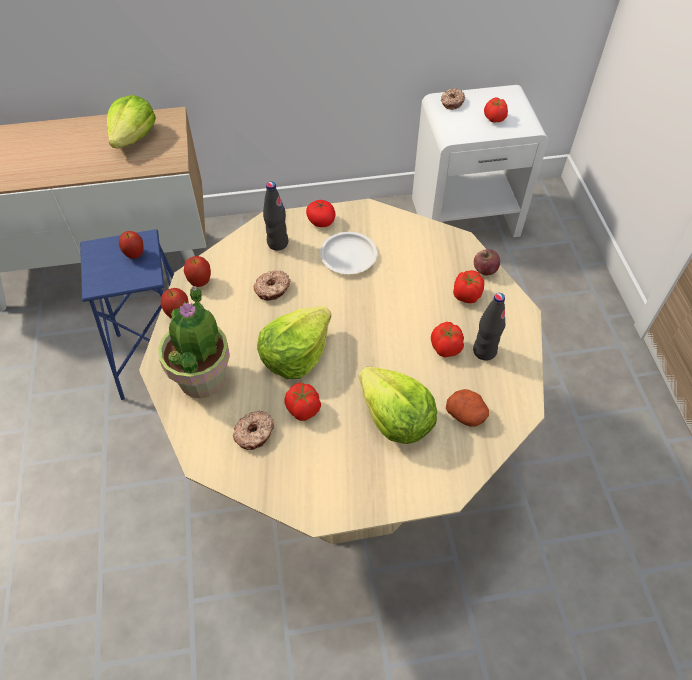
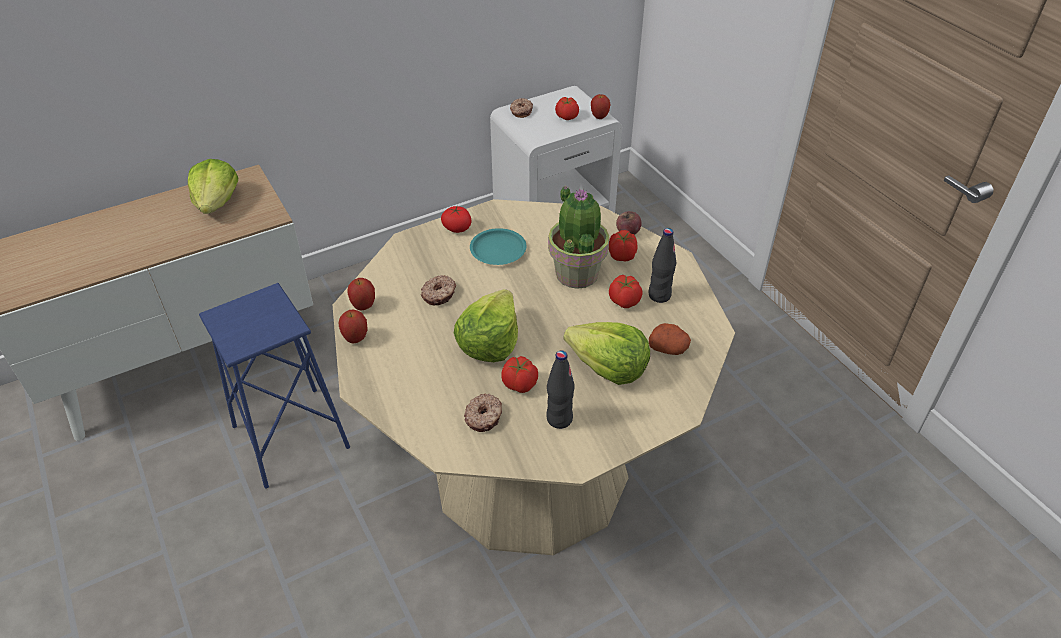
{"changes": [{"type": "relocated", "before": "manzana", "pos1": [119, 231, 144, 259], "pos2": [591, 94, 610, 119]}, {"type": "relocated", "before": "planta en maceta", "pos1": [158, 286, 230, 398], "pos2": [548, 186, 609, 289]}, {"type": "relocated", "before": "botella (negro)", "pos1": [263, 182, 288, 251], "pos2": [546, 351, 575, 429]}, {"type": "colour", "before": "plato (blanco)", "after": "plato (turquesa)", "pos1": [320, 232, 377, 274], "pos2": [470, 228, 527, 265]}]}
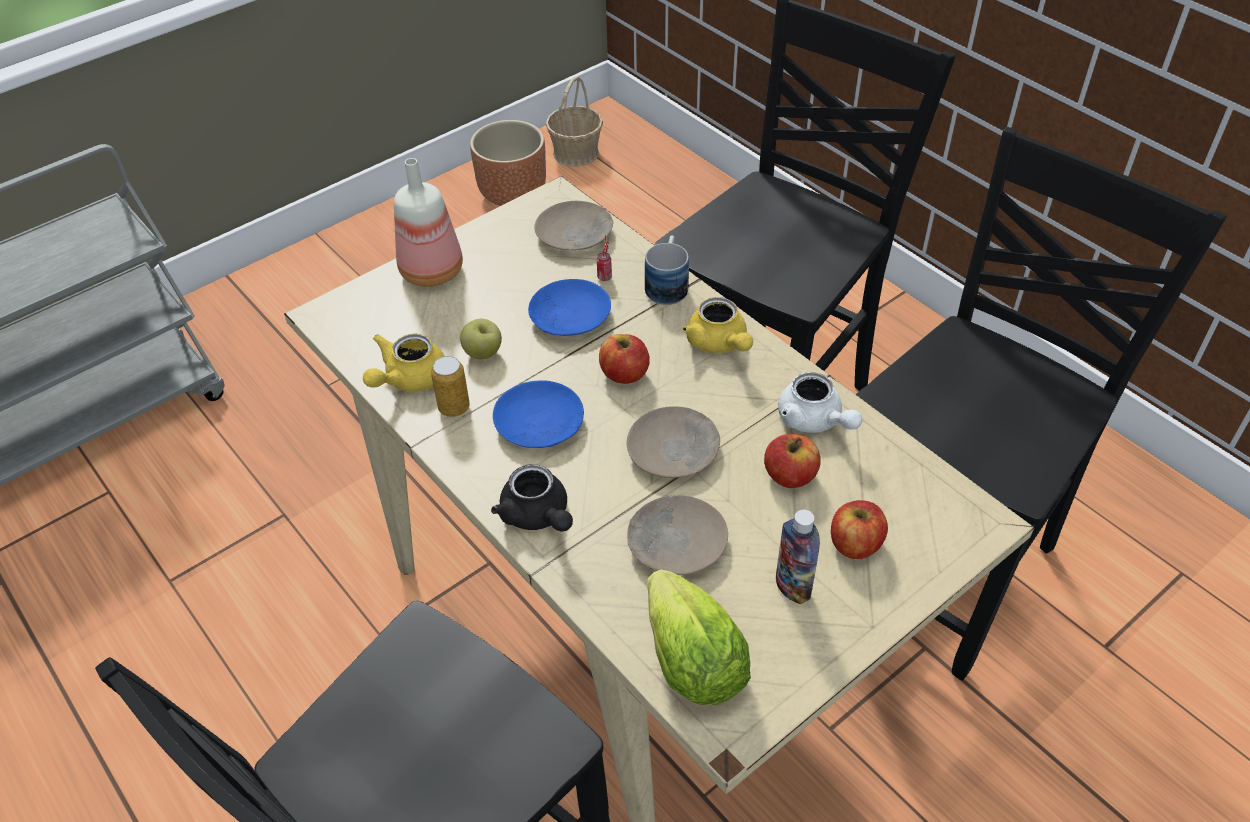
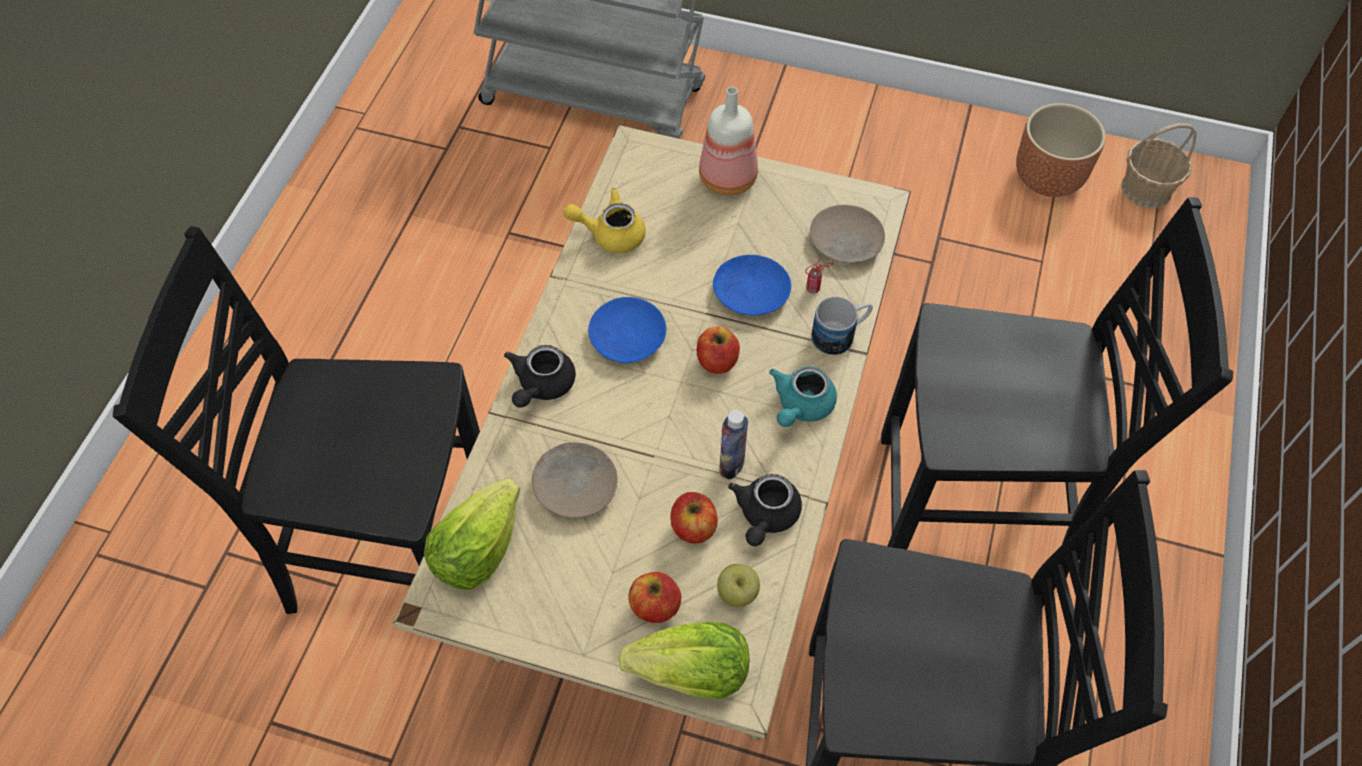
{"changes": [{"type": "missing", "before": "lata", "pos1": [431, 356, 470, 417]}, {"type": "relocated", "before": "manzana", "pos1": [460, 319, 502, 360], "pos2": [717, 564, 760, 607]}, {"type": "missing", "before": "plato (beis)", "pos1": [627, 406, 720, 478]}, {"type": "colour", "before": "tetera (amarillo)", "after": "tetera (turquesa)", "pos1": [682, 297, 753, 353], "pos2": [769, 366, 837, 427]}, {"type": "relocated", "before": "botella", "pos1": [776, 510, 820, 604], "pos2": [719, 410, 748, 480]}, {"type": "colour", "before": "tetera (blanco)", "after": "tetera (negro)", "pos1": [778, 372, 862, 433], "pos2": [728, 474, 802, 546]}, {"type": "appeared", "after": "lechuga", "pos2": [618, 622, 749, 699]}]}
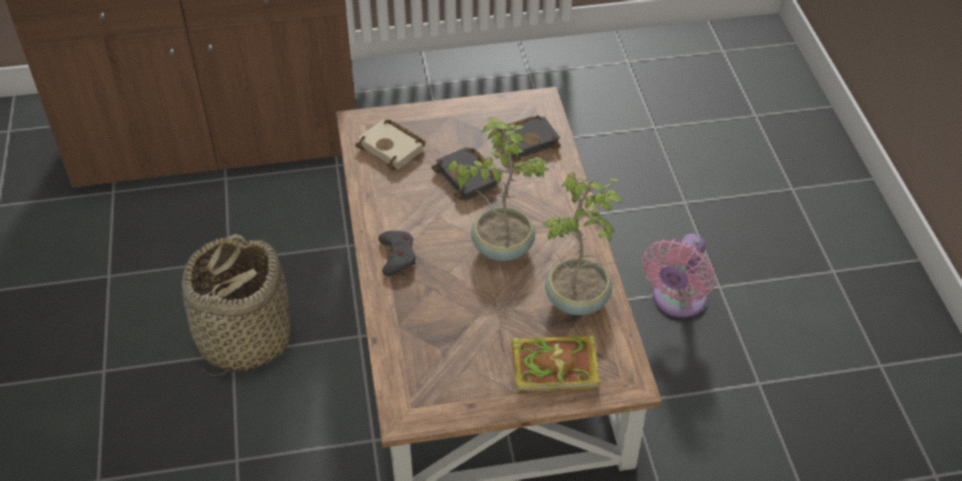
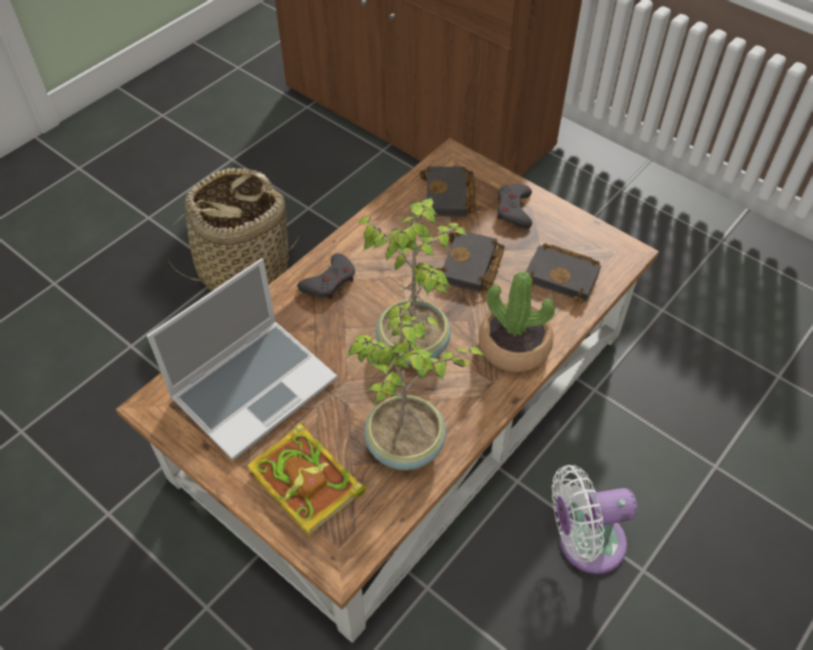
{"changes": [{"type": "colour", "before": "libro (beis)", "after": "libro (negro)", "pos1": [355, 120, 425, 169], "pos2": [420, 166, 476, 217]}, {"type": "colour", "before": "ventilador (rosa)", "after": "ventilador (blanco)", "pos1": [642, 233, 715, 318], "pos2": [552, 465, 637, 574]}, {"type": "appeared", "after": "portátil", "pos2": [147, 258, 337, 460]}, {"type": "appeared", "after": "planta en maceta", "pos2": [478, 272, 555, 372]}, {"type": "appeared", "after": "mando de consola (gris)", "pos2": [497, 184, 532, 229]}]}
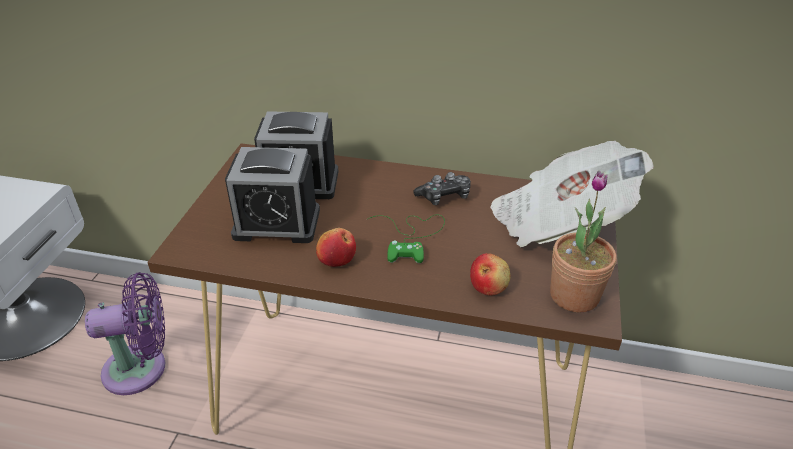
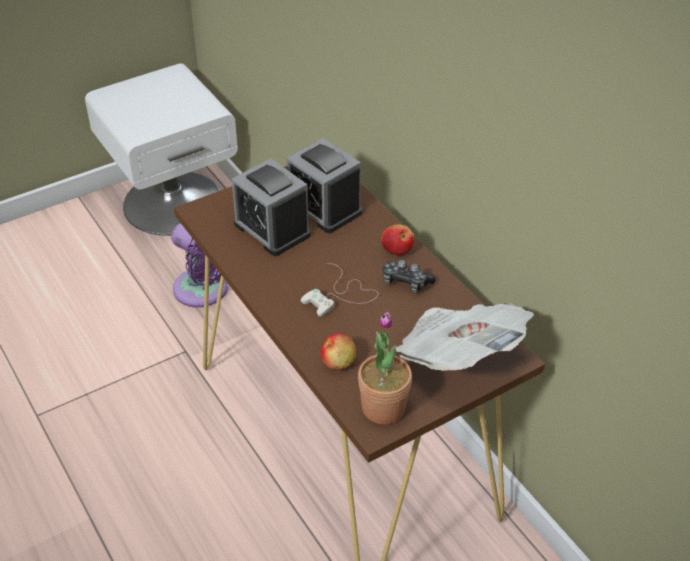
{"changes": [{"type": "relocated", "before": "manzana", "pos1": [316, 228, 356, 267], "pos2": [381, 224, 414, 255]}, {"type": "colour", "before": "mando de consola (verde)", "after": "mando de consola (blanco)", "pos1": [368, 214, 445, 263], "pos2": [301, 263, 378, 317]}]}
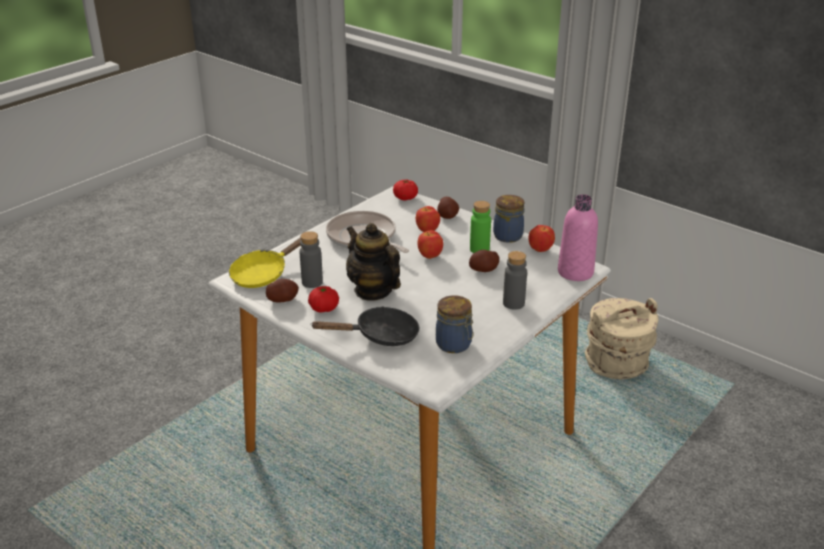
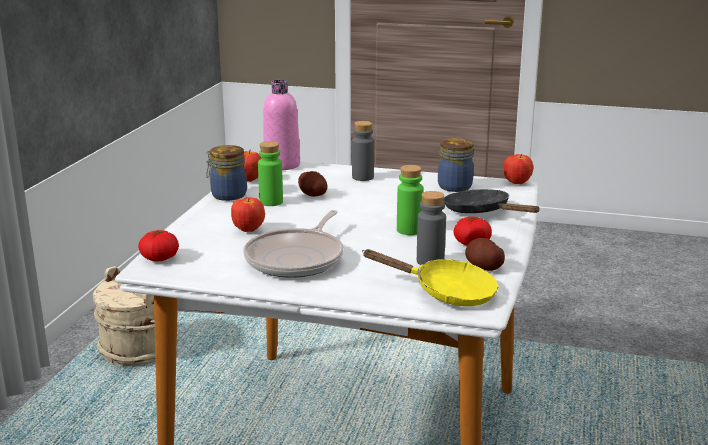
{"changes": [{"type": "exchanged", "before": "tetera", "after": "botella (verde)", "pos1": [346, 223, 401, 301], "pos2": [397, 165, 424, 235]}, {"type": "relocated", "before": "manzana", "pos1": [418, 230, 443, 259], "pos2": [503, 154, 533, 184]}, {"type": "missing", "before": "patata", "pos1": [437, 197, 459, 219]}]}
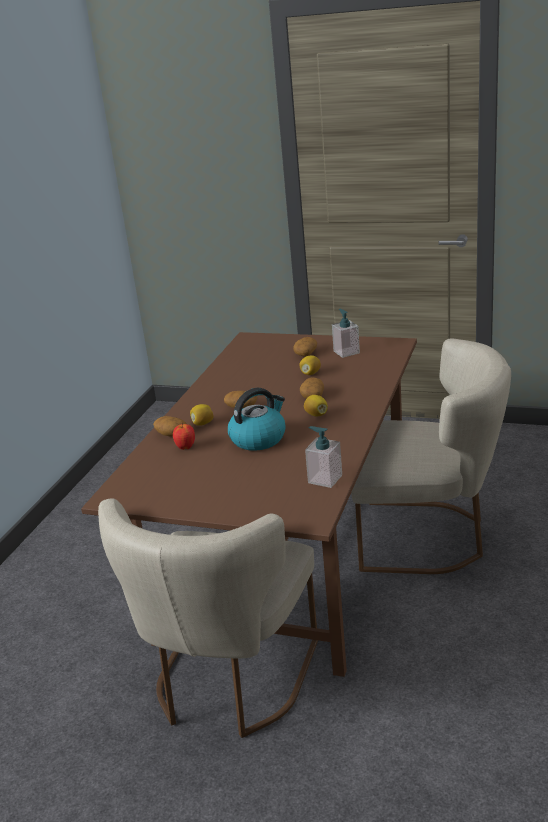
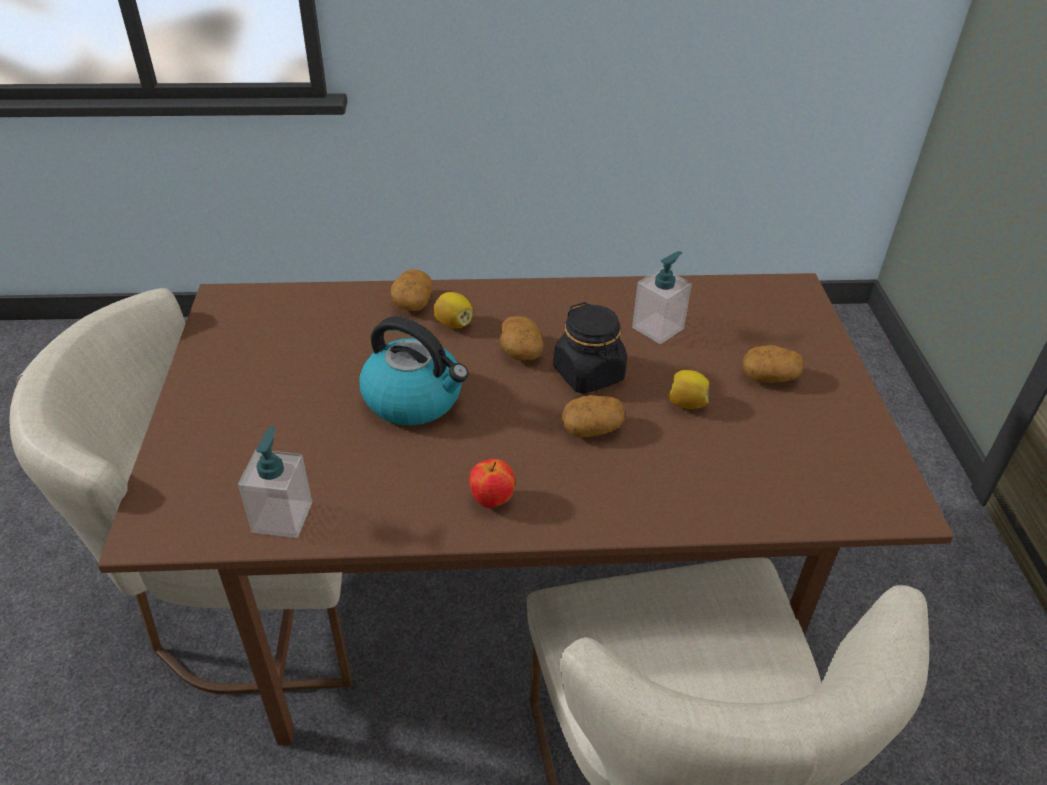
{"changes": [{"type": "relocated", "before": "manzana", "pos1": [173, 424, 195, 450], "pos2": [469, 459, 515, 508]}, {"type": "missing", "before": "limón", "pos1": [304, 395, 328, 416]}, {"type": "relocated", "before": "dispensador de jabón", "pos1": [332, 309, 360, 358], "pos2": [632, 251, 692, 344]}, {"type": "appeared", "after": "tarro (negro)", "pos2": [553, 302, 627, 394]}]}
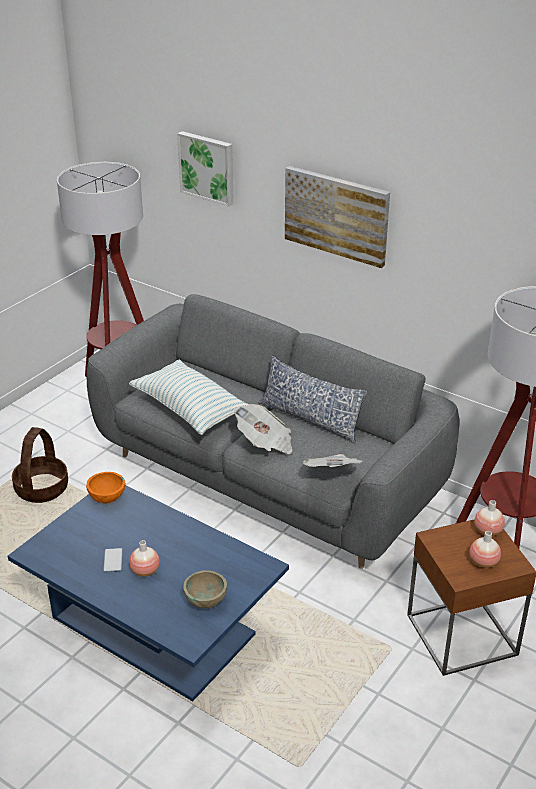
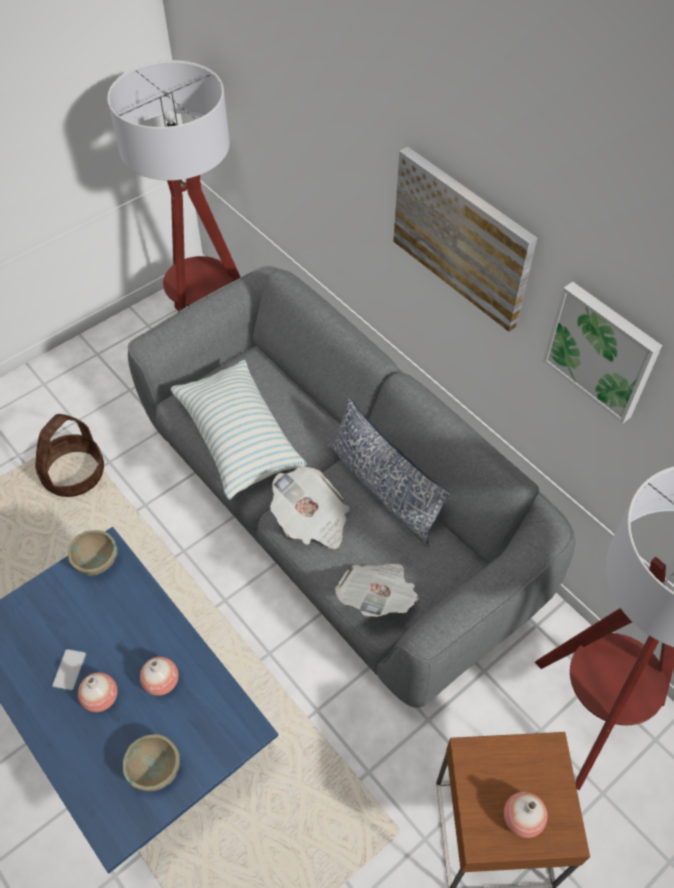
{"changes": [{"type": "colour", "before": "cuenco (naranja)", "after": "cuenco (beis)", "pos1": [86, 472, 126, 503], "pos2": [68, 530, 118, 576]}, {"type": "relocated", "before": "cuadro", "pos1": [177, 131, 234, 207], "pos2": [543, 282, 662, 424]}, {"type": "relocated", "before": "florero", "pos1": [474, 500, 505, 536], "pos2": [140, 657, 179, 696]}]}
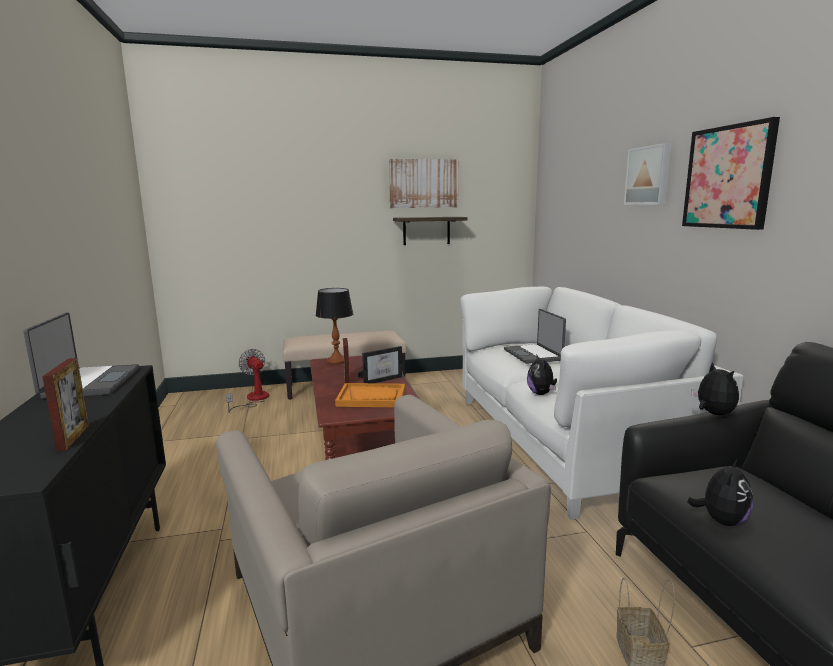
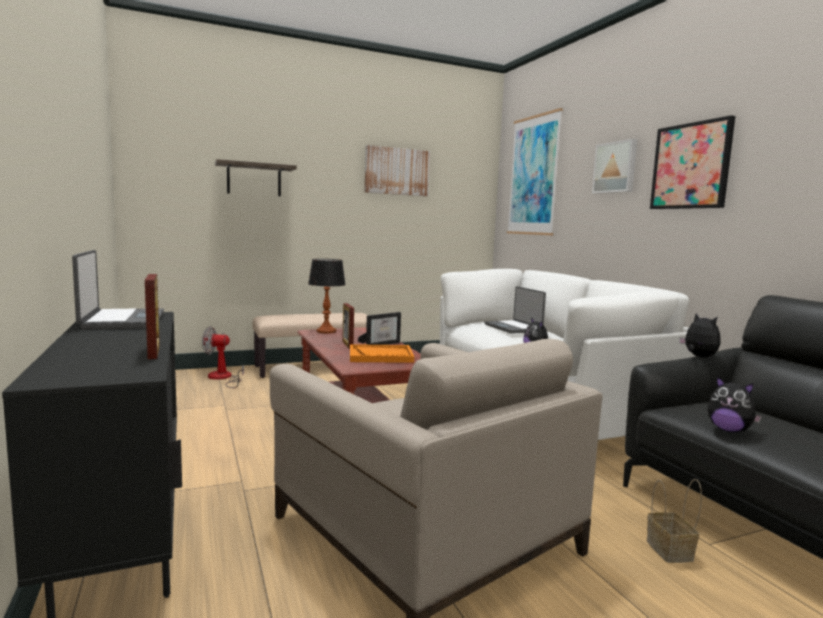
{"changes": [{"type": "spun", "before": "ventilador", "pos1": [226, 349, 269, 413], "pos2": [202, 326, 244, 388], "turn": -45}, {"type": "relocated", "before": "estante", "pos1": [393, 217, 467, 245], "pos2": [215, 159, 297, 196]}, {"type": "spun", "before": "peluche", "pos1": [687, 458, 753, 526], "pos2": [708, 376, 762, 432], "turn": 105}, {"type": "appeared", "after": "cuadro", "pos2": [507, 108, 563, 235]}]}
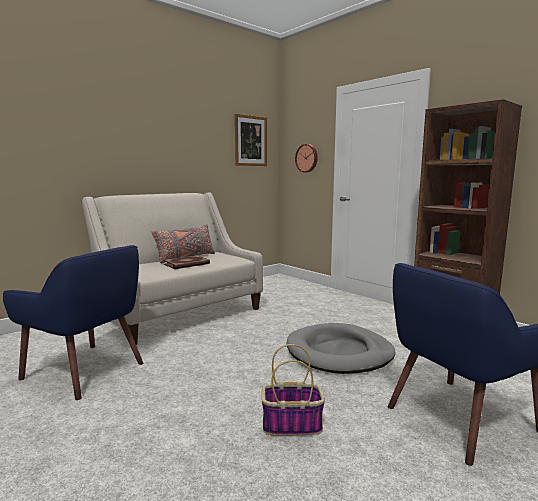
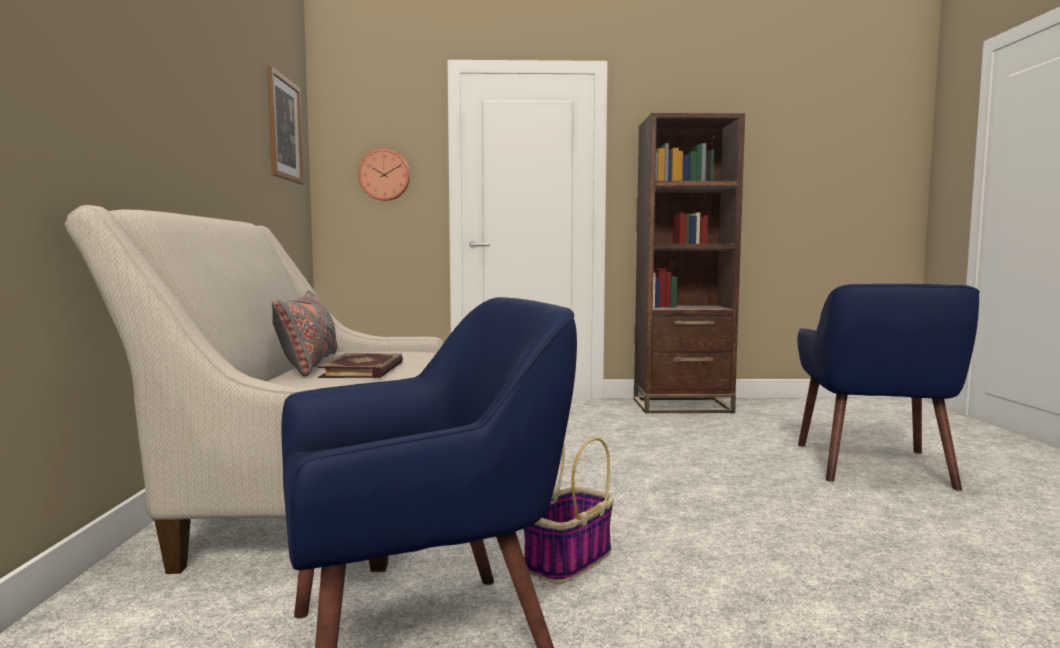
{"changes": [{"type": "relocated", "before": "cesta", "pos1": [261, 344, 325, 436], "pos2": [524, 437, 614, 584]}, {"type": "missing", "before": "cama para perro (gris)", "pos1": [286, 323, 395, 374]}]}
